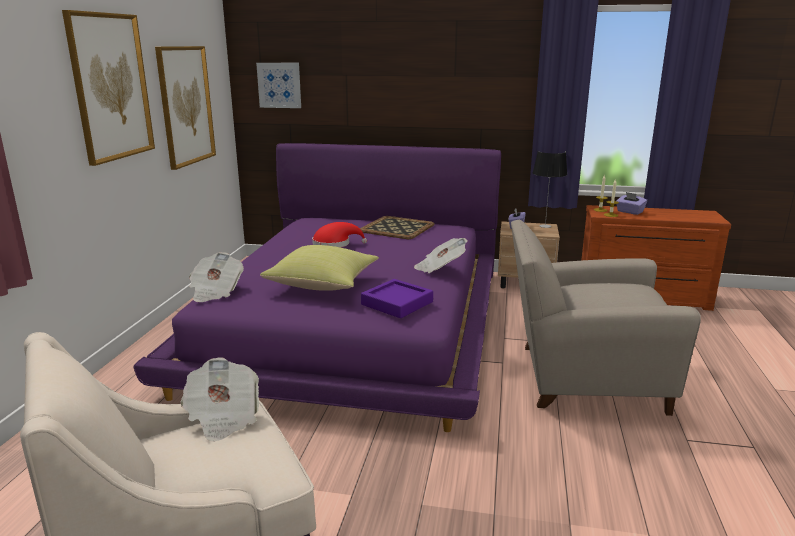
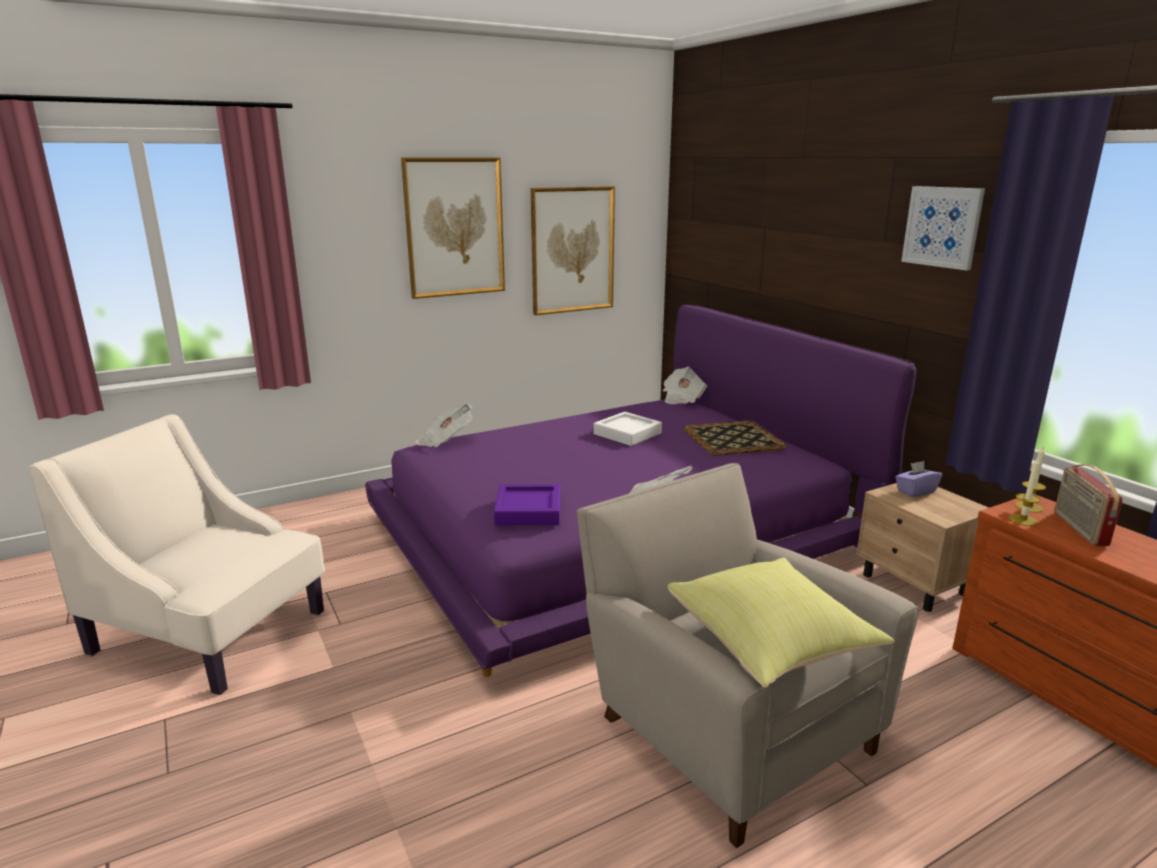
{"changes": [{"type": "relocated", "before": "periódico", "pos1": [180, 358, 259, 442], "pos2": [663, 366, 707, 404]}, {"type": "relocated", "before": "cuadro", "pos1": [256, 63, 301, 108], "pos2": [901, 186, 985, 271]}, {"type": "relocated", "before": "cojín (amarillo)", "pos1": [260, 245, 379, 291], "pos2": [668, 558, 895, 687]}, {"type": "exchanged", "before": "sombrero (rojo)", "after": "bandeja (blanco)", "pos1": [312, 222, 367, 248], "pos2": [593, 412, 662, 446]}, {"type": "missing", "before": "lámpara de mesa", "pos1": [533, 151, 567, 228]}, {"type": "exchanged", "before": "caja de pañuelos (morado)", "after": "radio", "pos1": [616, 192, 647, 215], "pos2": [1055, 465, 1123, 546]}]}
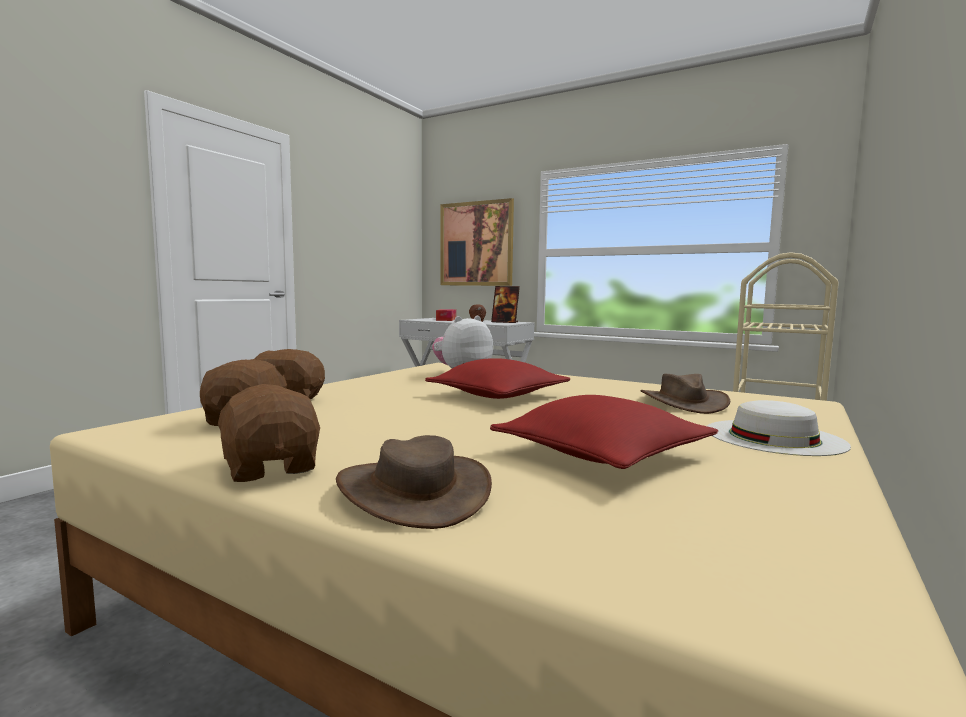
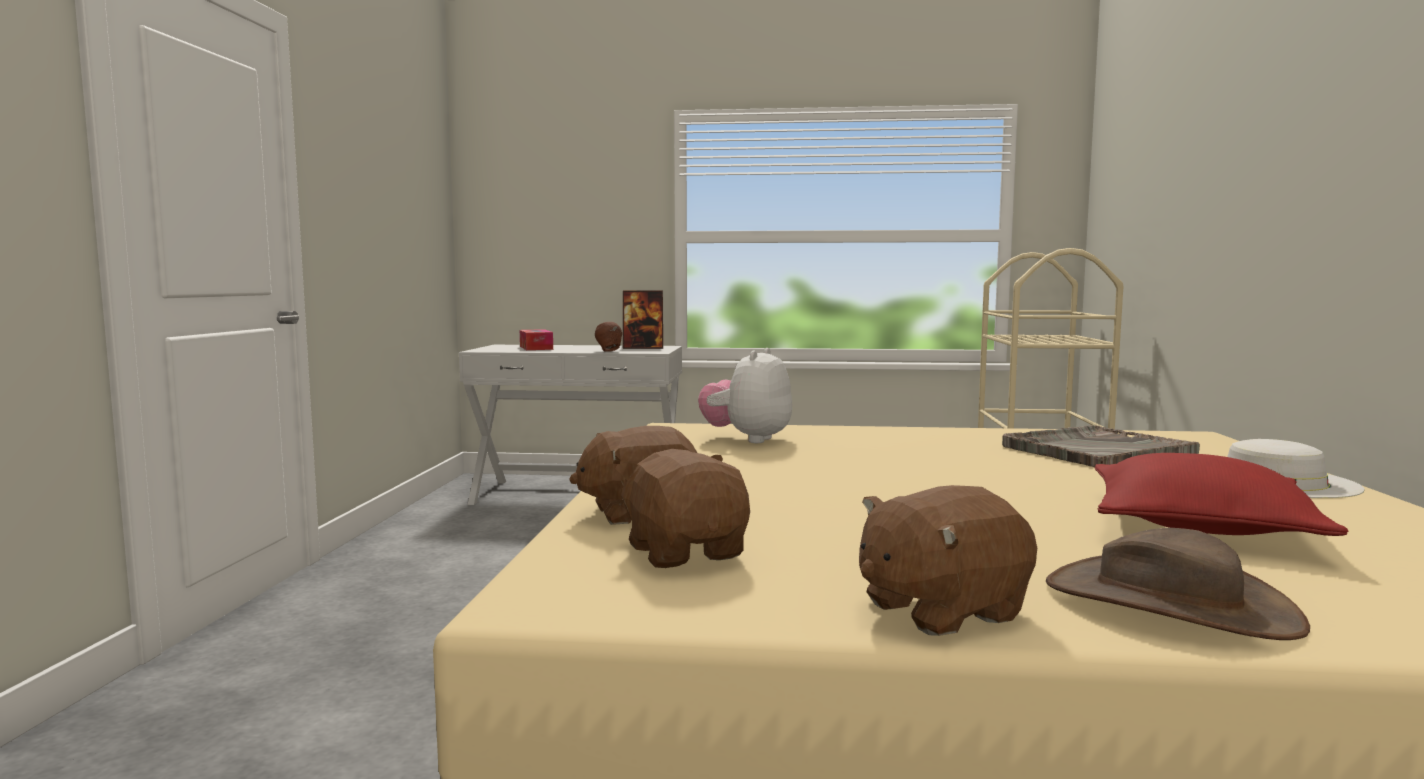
{"changes": [{"type": "spun", "before": "peluche (marrón)", "pos1": [211, 384, 320, 482], "pos2": [859, 485, 1037, 636], "turn": -60}, {"type": "missing", "before": "cojín (rojo)", "pos1": [425, 358, 571, 399]}, {"type": "missing", "before": "cuadro", "pos1": [440, 198, 514, 286]}, {"type": "exchanged", "before": "sombrero (marrón)", "after": "bandeja (gris)", "pos1": [641, 374, 730, 414], "pos2": [1002, 425, 1200, 467]}]}
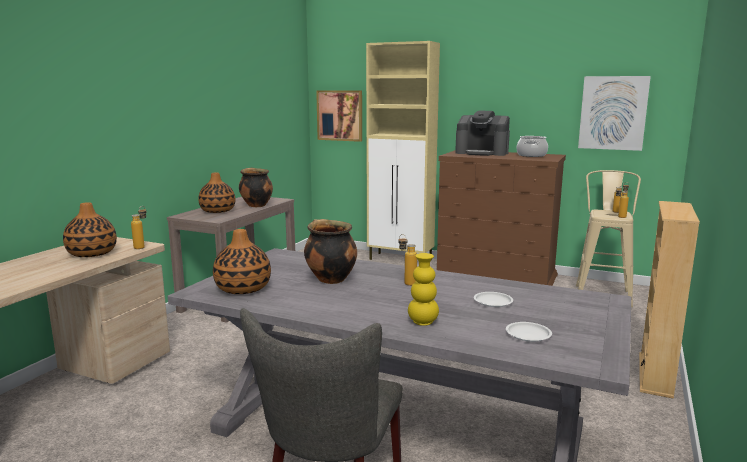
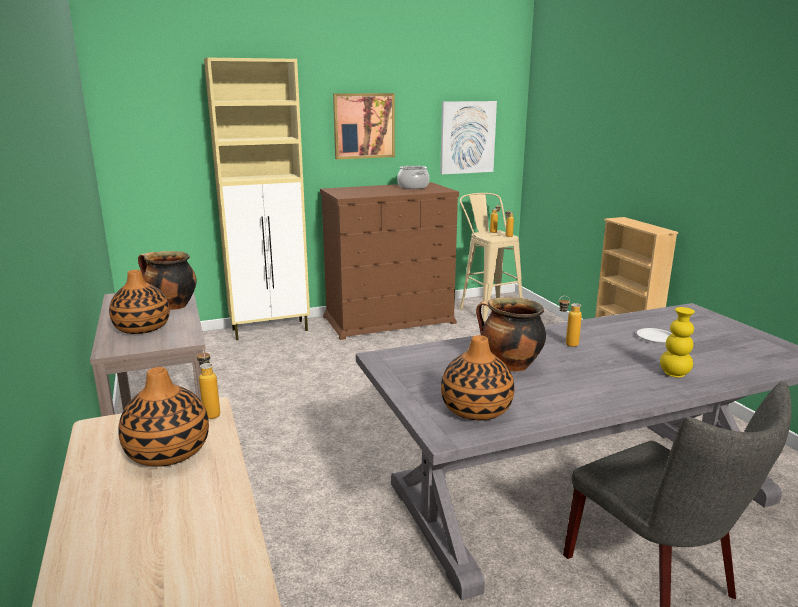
{"changes": [{"type": "relocated", "before": "cuadro", "pos1": [316, 90, 362, 142], "pos2": [333, 93, 395, 159]}, {"type": "missing", "before": "cafetera", "pos1": [455, 111, 510, 156]}, {"type": "missing", "before": "plato (blanco)", "pos1": [506, 322, 552, 342]}]}
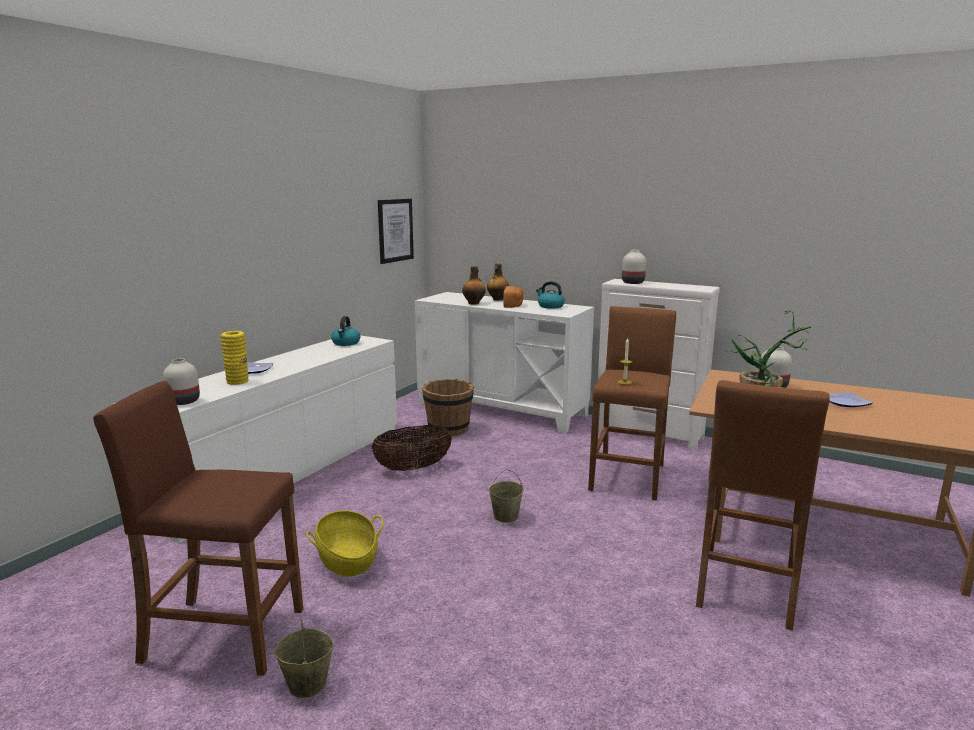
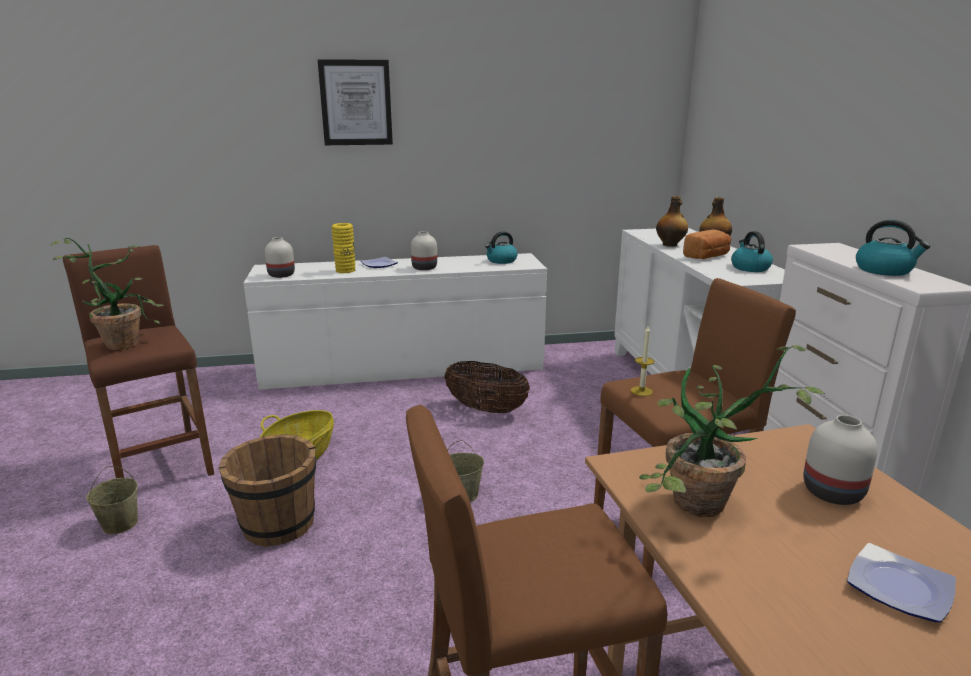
{"changes": [{"type": "relocated", "before": "cuadro", "pos1": [378, 199, 414, 264], "pos2": [318, 59, 393, 145]}, {"type": "relocated", "before": "cubo (marrón)", "pos1": [422, 379, 474, 436], "pos2": [219, 434, 316, 547]}, {"type": "relocated", "before": "florero (blanco)", "pos1": [622, 250, 646, 284], "pos2": [411, 231, 437, 270]}, {"type": "appeared", "after": "planta en maceta", "pos2": [51, 238, 164, 350]}, {"type": "appeared", "after": "hervidor", "pos2": [856, 220, 930, 276]}]}
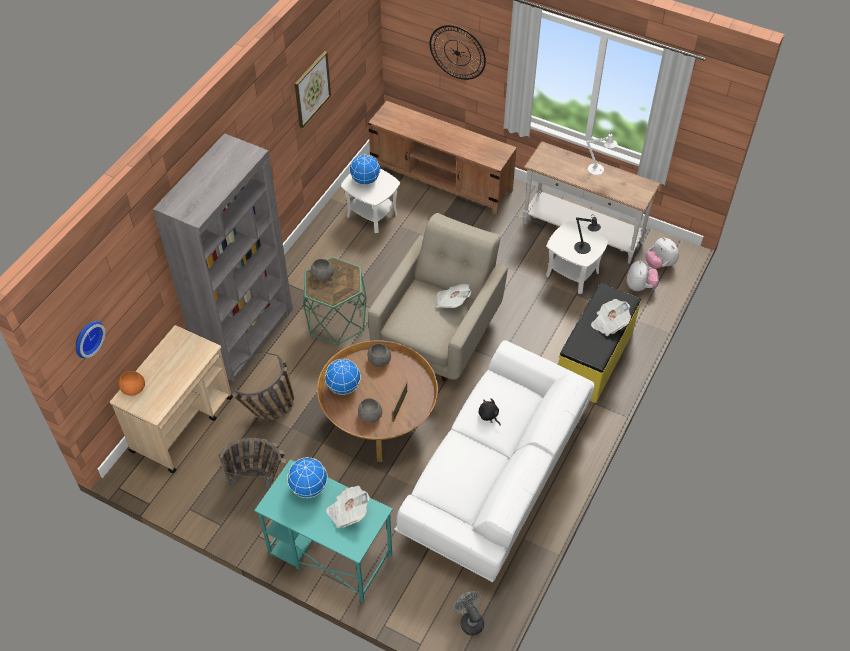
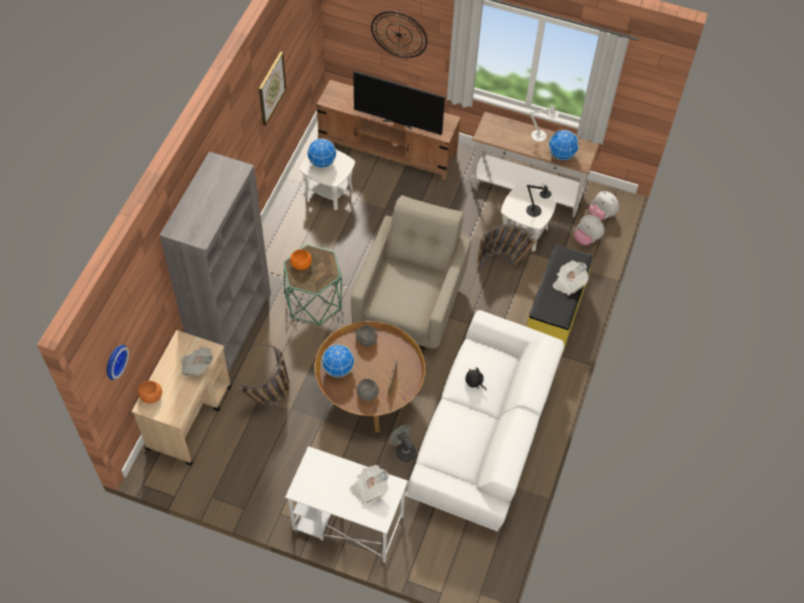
{"changes": [{"type": "relocated", "before": "cesta", "pos1": [218, 438, 286, 488], "pos2": [477, 224, 536, 268]}, {"type": "colour", "before": "escritorio (turquesa)", "after": "escritorio (blanco)", "pos1": [254, 459, 393, 603], "pos2": [285, 446, 408, 563]}, {"type": "relocated", "before": "globo terráqueo", "pos1": [287, 457, 328, 498], "pos2": [549, 130, 579, 160]}, {"type": "colour", "before": "cuenco (gris)", "after": "cuenco (naranja)", "pos1": [311, 259, 334, 281], "pos2": [290, 249, 312, 270]}, {"type": "relocated", "before": "periódico", "pos1": [437, 284, 471, 308], "pos2": [181, 347, 213, 376]}, {"type": "relocated", "before": "ventilador (gris)", "pos1": [453, 591, 484, 636], "pos2": [390, 425, 416, 462]}, {"type": "spun", "before": "peluche", "pos1": [627, 260, 659, 291], "pos2": [574, 215, 605, 245], "turn": 135}, {"type": "appeared", "after": "televisor", "pos2": [353, 71, 445, 135]}]}
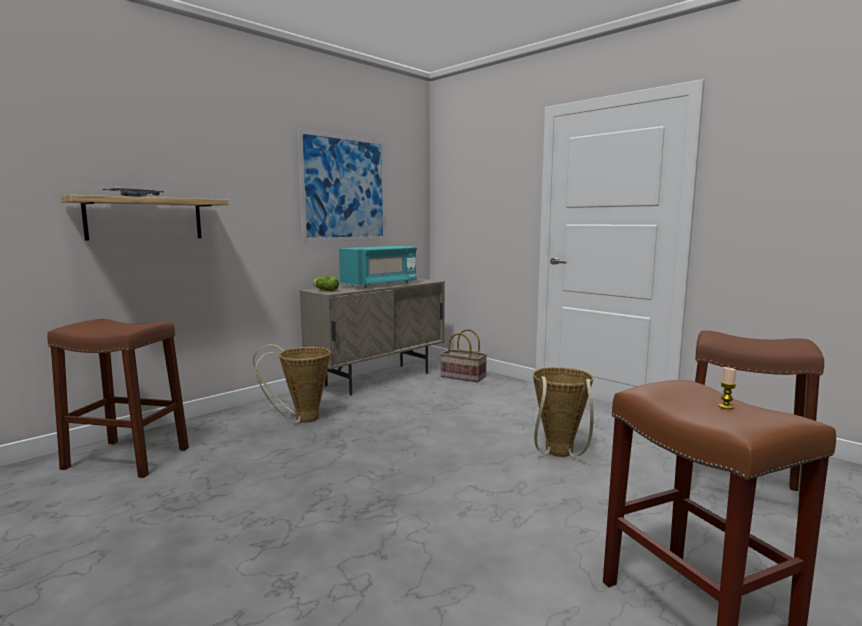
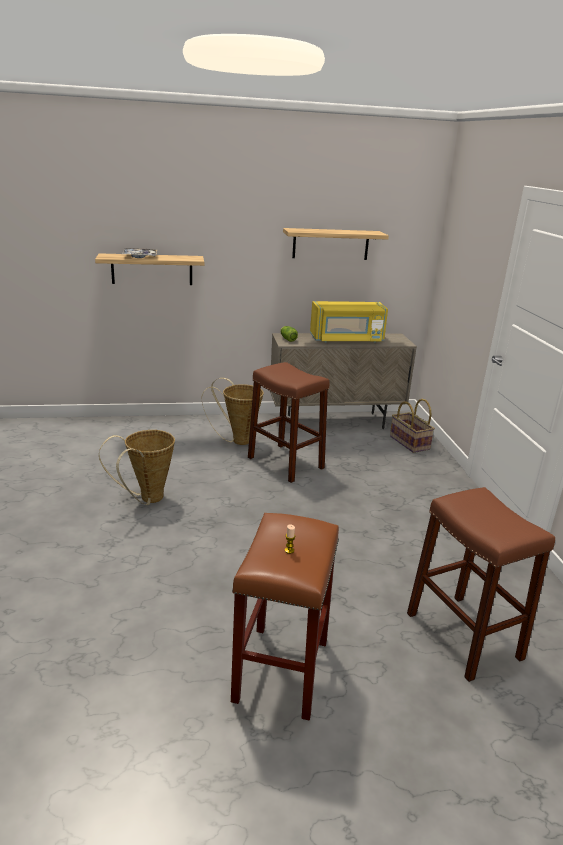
{"changes": [{"type": "relocated", "before": "taburete (marrón)", "pos1": [47, 319, 189, 478], "pos2": [248, 362, 330, 483]}, {"type": "exchanged", "before": "cuadro", "after": "estante", "pos1": [298, 129, 386, 242], "pos2": [283, 228, 389, 260]}, {"type": "colour", "before": "microondas (turquesa)", "after": "microondas (amarillo)", "pos1": [339, 246, 417, 288], "pos2": [310, 301, 388, 342]}, {"type": "relocated", "before": "cesta", "pos1": [533, 367, 594, 457], "pos2": [99, 430, 175, 505]}]}
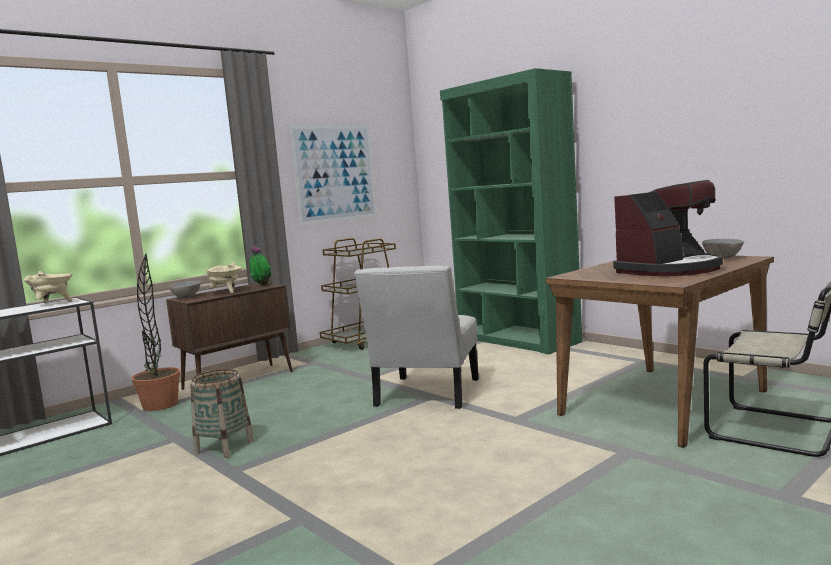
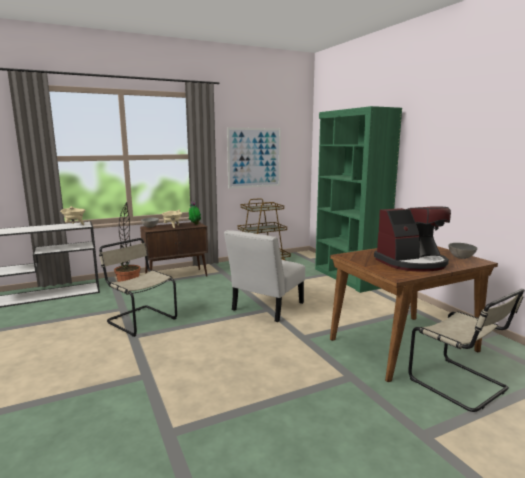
{"changes": [{"type": "exchanged", "before": "cesta", "after": "silla (beis)", "pos1": [190, 369, 254, 458], "pos2": [99, 238, 177, 337]}]}
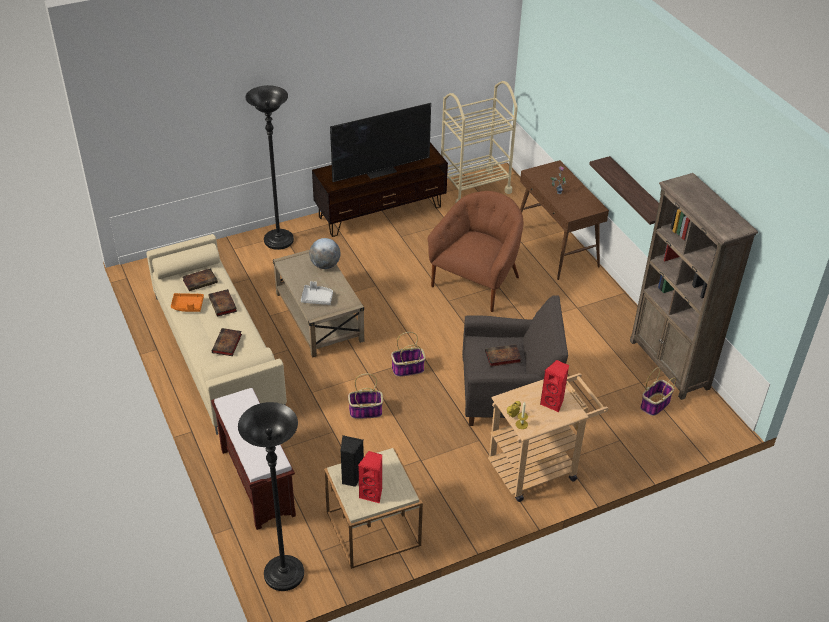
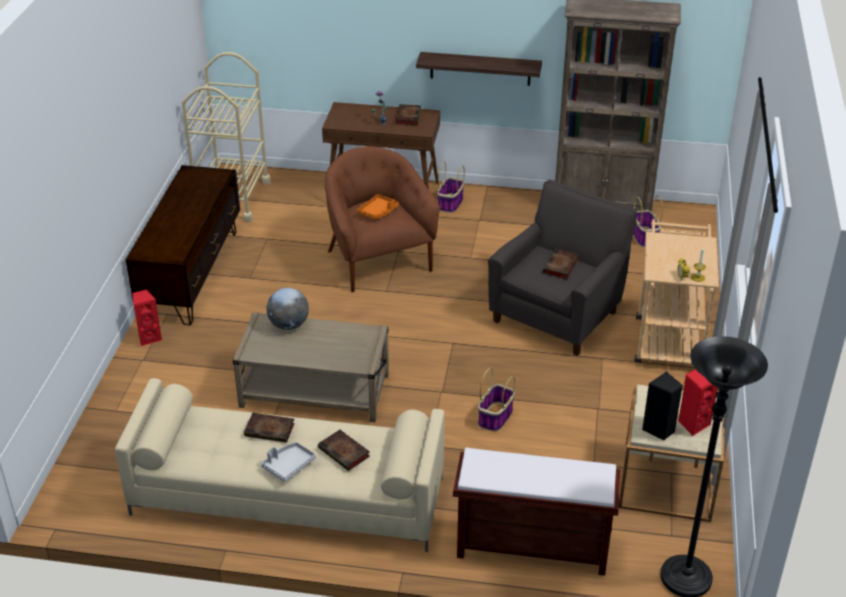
{"changes": [{"type": "relocated", "before": "bandeja (naranja)", "pos1": [171, 293, 204, 312], "pos2": [357, 194, 399, 219]}, {"type": "relocated", "before": "libro", "pos1": [183, 269, 218, 291], "pos2": [396, 104, 421, 125]}, {"type": "missing", "before": "lámpara de pie (negro)", "pos1": [245, 85, 294, 250]}, {"type": "relocated", "before": "bandeja (gris)", "pos1": [301, 281, 333, 305], "pos2": [261, 442, 316, 482]}, {"type": "missing", "before": "televisor", "pos1": [330, 103, 431, 182]}, {"type": "relocated", "before": "cesta", "pos1": [391, 332, 426, 377], "pos2": [437, 162, 465, 213]}, {"type": "relocated", "before": "altavoz (rojo)", "pos1": [540, 360, 569, 412], "pos2": [133, 289, 162, 346]}]}
